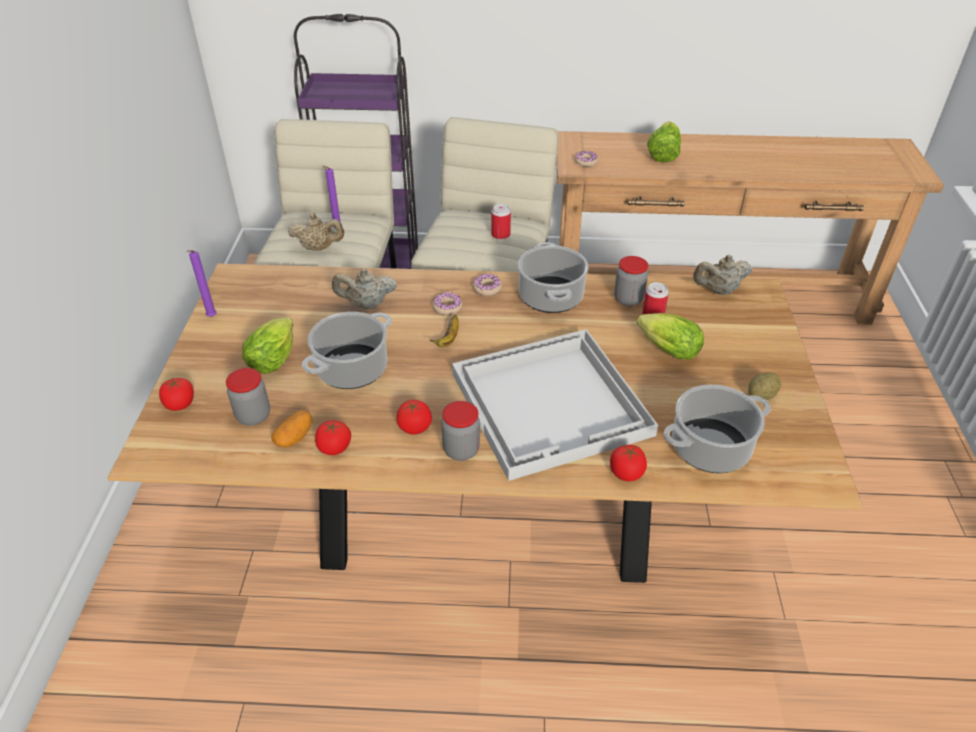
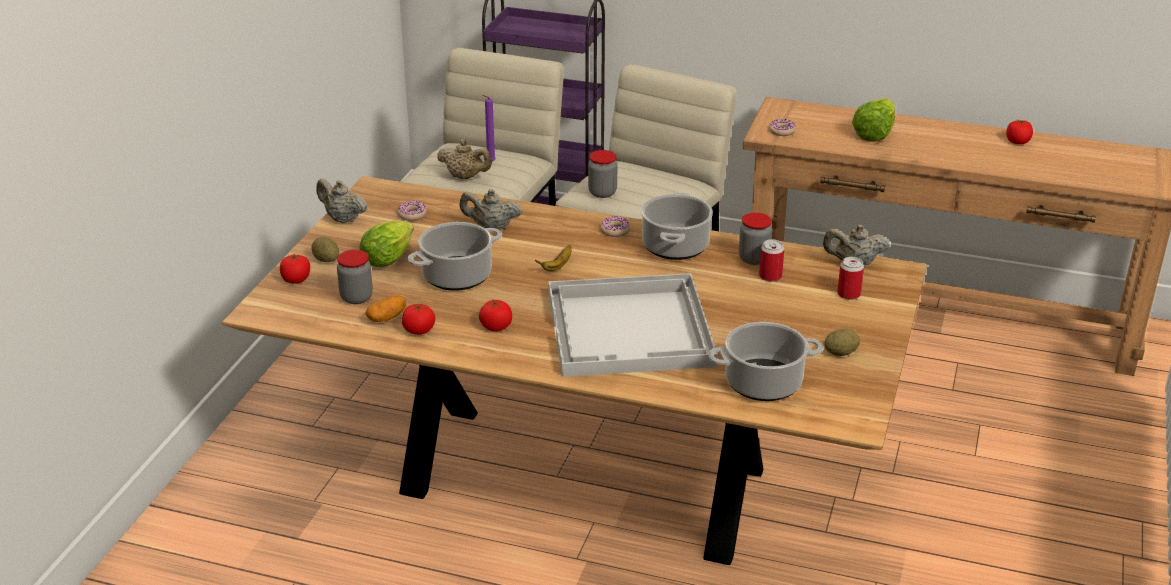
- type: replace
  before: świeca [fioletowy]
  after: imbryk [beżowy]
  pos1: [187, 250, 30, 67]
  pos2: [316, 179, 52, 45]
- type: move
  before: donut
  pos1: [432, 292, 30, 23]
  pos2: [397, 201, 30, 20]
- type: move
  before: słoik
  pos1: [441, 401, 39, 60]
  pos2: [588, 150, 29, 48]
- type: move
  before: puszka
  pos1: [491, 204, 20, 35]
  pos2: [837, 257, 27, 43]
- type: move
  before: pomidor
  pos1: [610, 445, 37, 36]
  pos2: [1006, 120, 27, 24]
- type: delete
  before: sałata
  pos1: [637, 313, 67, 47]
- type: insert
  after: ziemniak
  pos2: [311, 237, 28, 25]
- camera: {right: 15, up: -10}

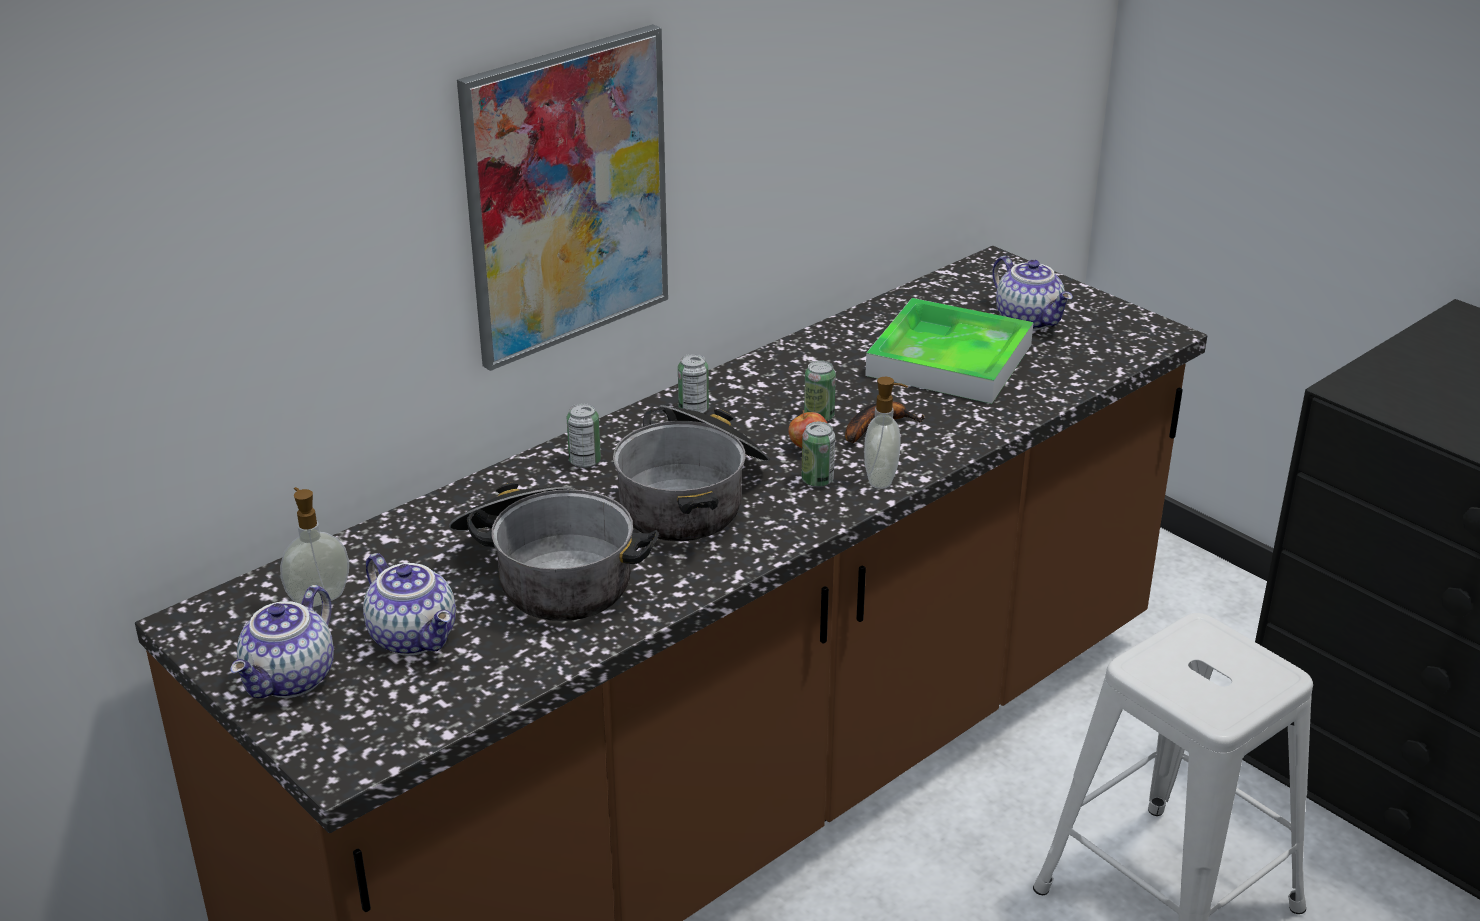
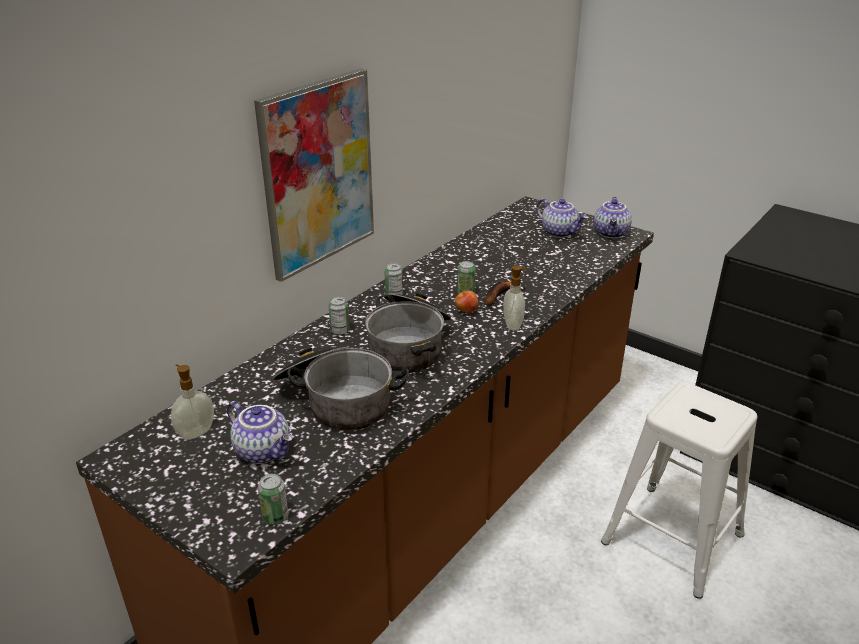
- type: move
  before: imbryk
  pos1: [231, 585, 103, 113]
  pos2: [594, 197, 38, 41]
- type: move
  before: puszka
  pos1: [802, 422, 33, 65]
  pos2: [258, 474, 30, 51]
- type: delete
  before: taca
  pos1: [865, 298, 169, 106]
- camera: {right: -10, up: 0}

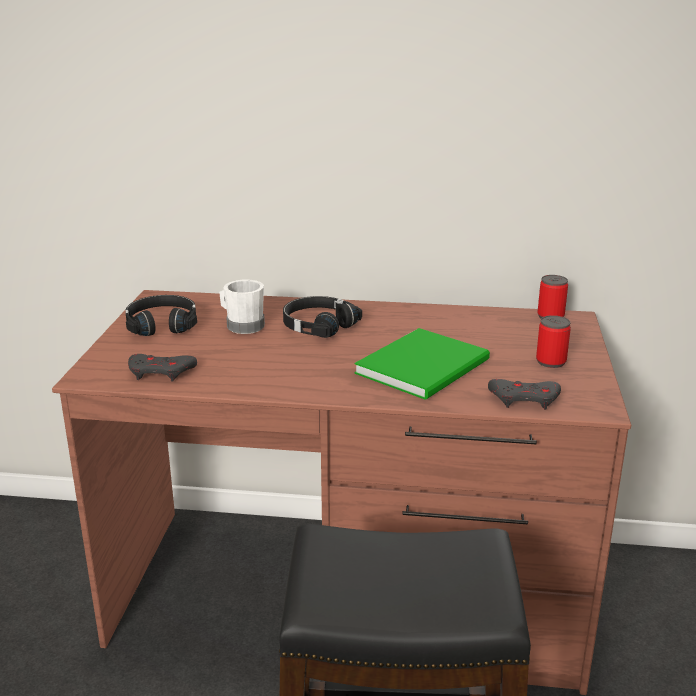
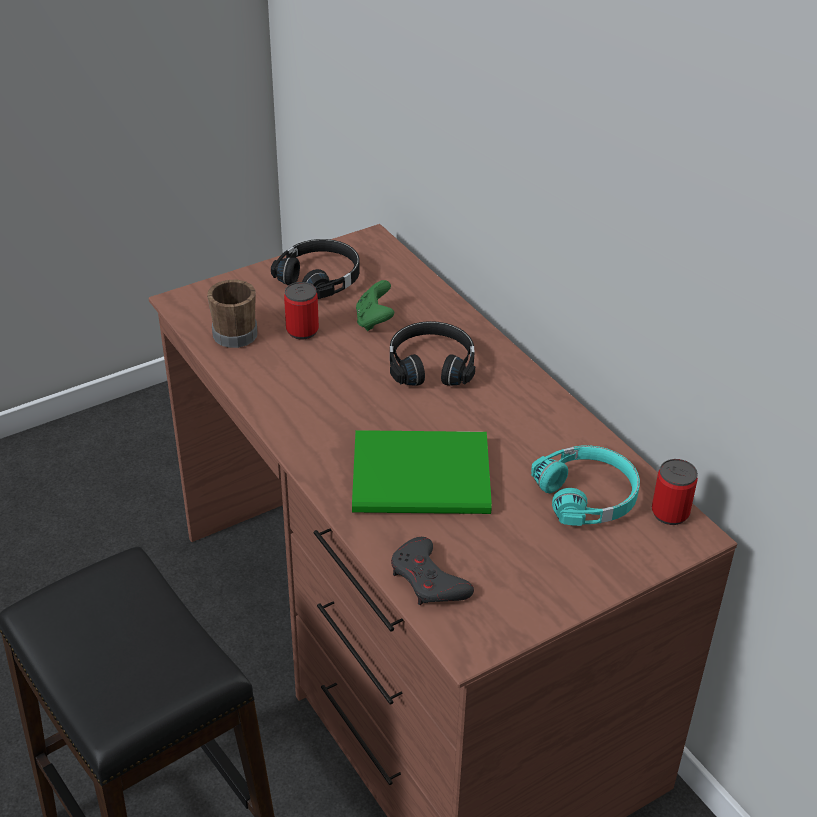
- type: replace
  before: pad do gier [szary]
  after: kubek [brązowy]
  pos1: [128, 354, 69, 28]
  pos2: [207, 280, 51, 68]
- type: replace
  before: kubek [biały]
  after: pad do gier [zielony]
  pos1: [219, 280, 46, 54]
  pos2: [356, 280, 38, 51]
- type: move
  before: puszka
  pos1: [536, 315, 35, 53]
  pos2: [284, 282, 35, 57]
- type: insert
  after: słuchawki [turkusowy]
  pos2: [531, 445, 109, 81]
- camera: {right: 50, up: 15}

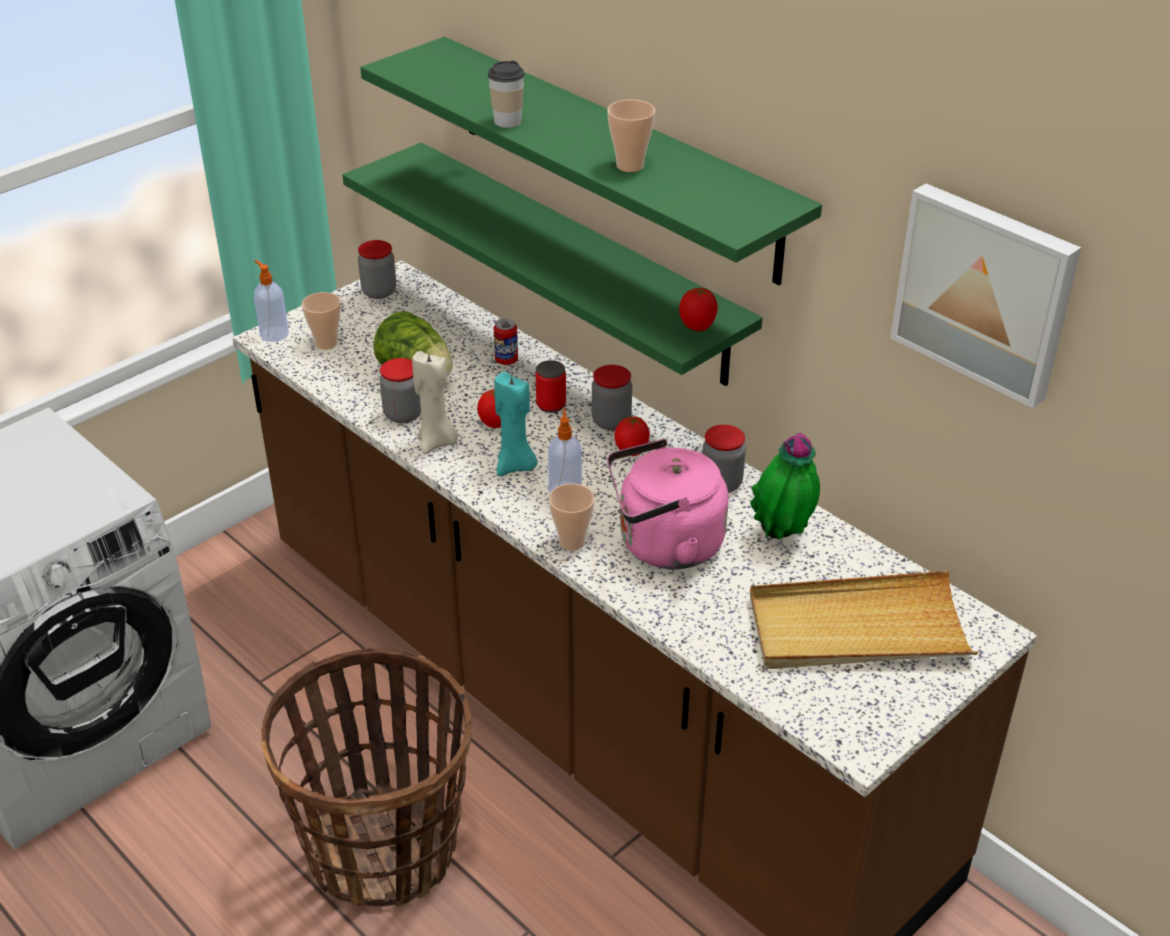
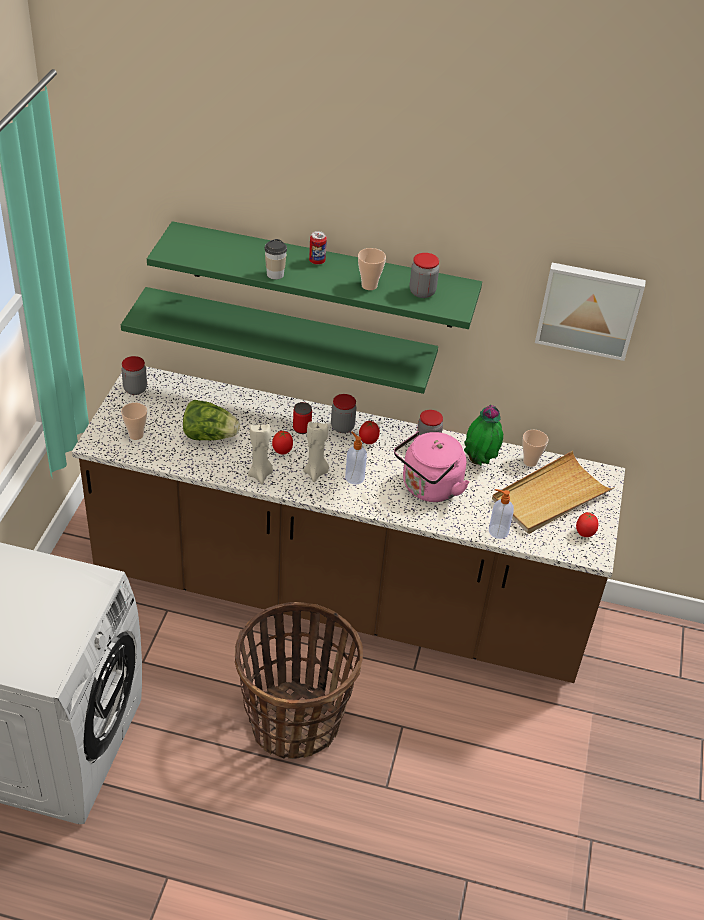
- type: move
  before: dozownik mydła
  pos1: [254, 260, 35, 82]
  pos2: [489, 489, 25, 50]
- type: move
  before: słoik
  pos1: [380, 358, 41, 65]
  pos2: [410, 253, 29, 45]
- type: move
  before: puszka
  pos1: [494, 318, 24, 47]
  pos2: [309, 231, 18, 34]
- type: recolor
  before: świeca [turkusowy]
  after: świeca [beżowy]
  pos1: [494, 372, 44, 104]
  pos2: [303, 421, 26, 61]
- type: move
  before: filiżanka
  pos1: [549, 484, 46, 67]
  pos2: [522, 430, 26, 37]
- type: move
  before: pomidor
  pos1: [679, 288, 39, 43]
  pos2: [576, 512, 22, 25]
- camera: {right: -35, up: 5}

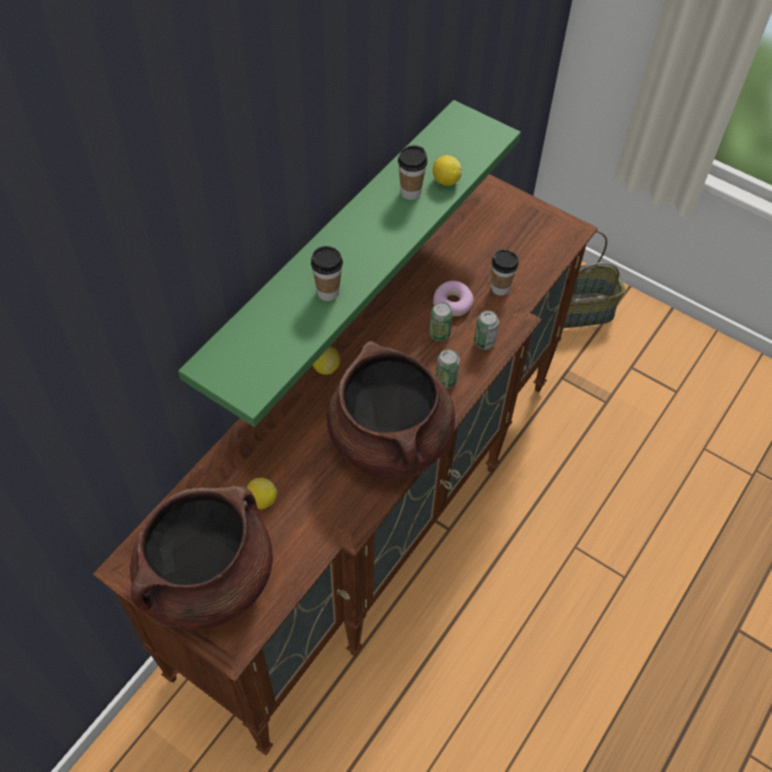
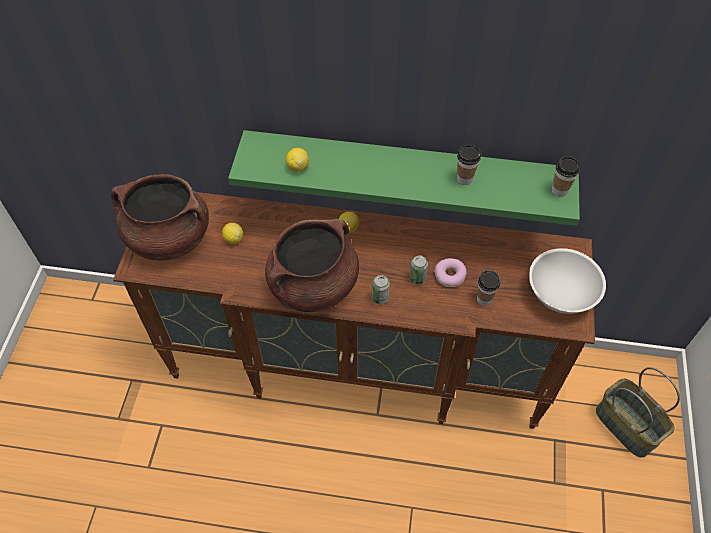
- type: move
  before: filiżanka
  pos1: [311, 246, 32, 55]
  pos2: [552, 156, 28, 41]
- type: move
  before: cytryna
  pos1: [433, 155, 29, 31]
  pos2: [286, 148, 23, 24]
- type: delete
  before: puszka
  pos1: [474, 310, 25, 40]
- type: insert
  after: miska [biały]
  pos2: [529, 248, 77, 66]
- camera: {right: 65, up: 0}

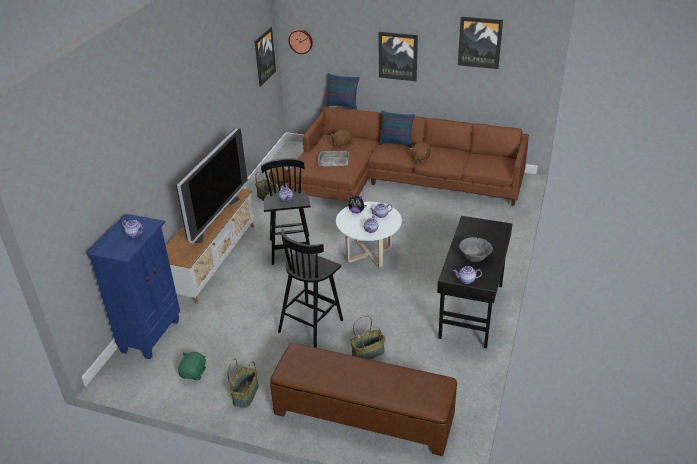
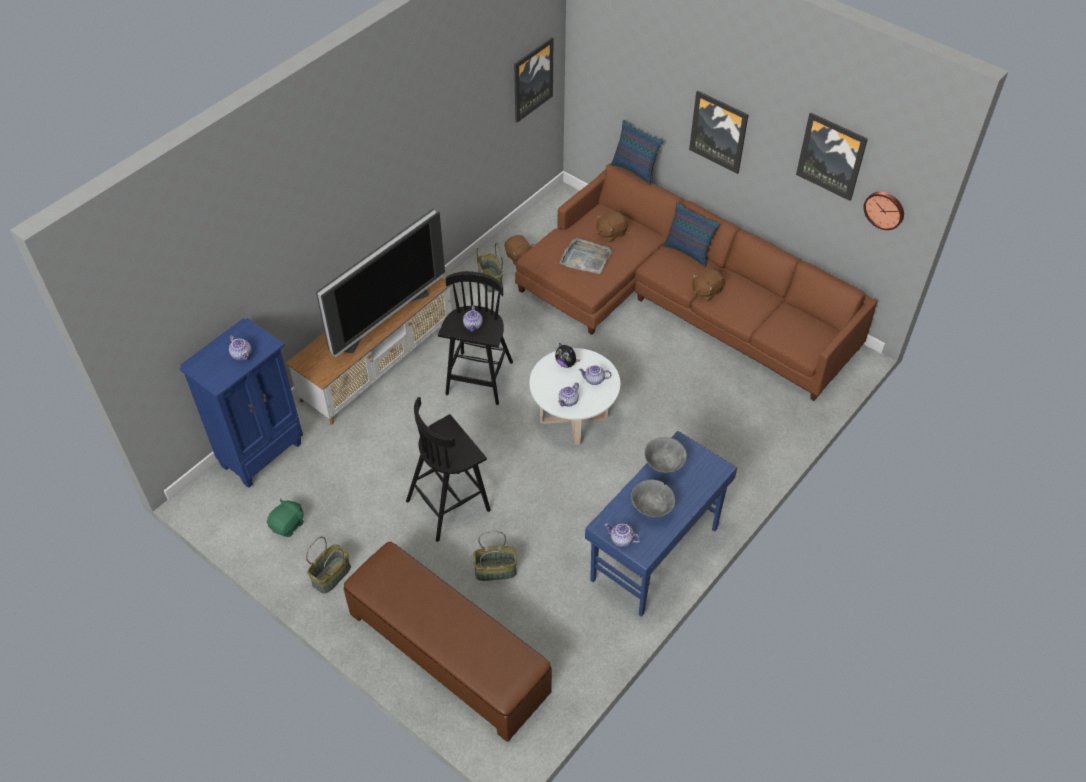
- type: move
  before: zegar ścienny
  pos1: [289, 29, 24, 25]
  pos2: [864, 192, 40, 38]
- type: recolor
  before: stolik konsolowy [czarny]
  after: stolik konsolowy [niebieski]
  pos1: [437, 216, 76, 132]
  pos2: [585, 431, 152, 186]
- type: insert
  after: miska [szary]
  pos2: [644, 437, 43, 36]
- camera: {right: 20, up: 15}

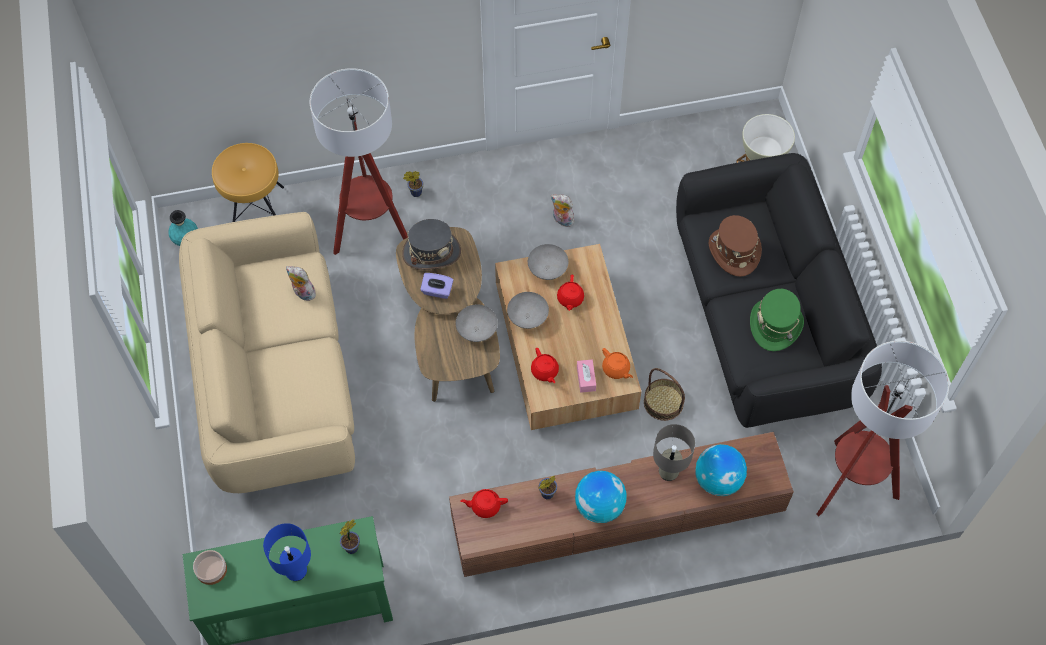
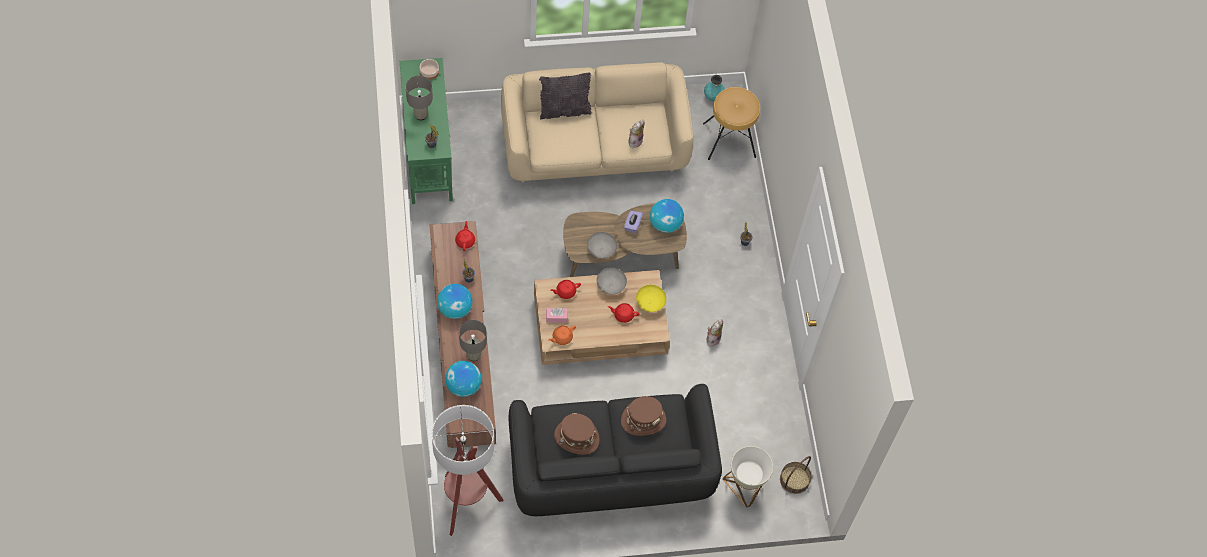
- type: recolor
  before: lampa stołowa [niebieski]
  after: lampa stołowa [szary]
  pos1: [263, 523, 48, 58]
  pos2: [406, 76, 27, 44]
- type: delete
  before: lampa stojąca
  pos1: [310, 68, 98, 187]
- type: replace
  before: kapelusz [szary]
  after: globus
  pos1: [402, 219, 59, 51]
  pos2: [650, 199, 34, 34]
- type: recolor
  before: miska [szary]
  after: miska [żółty]
  pos1: [528, 244, 41, 36]
  pos2: [636, 285, 30, 27]
- type: move
  before: koszyk
  pos1: [644, 368, 41, 53]
  pos2: [780, 456, 31, 38]
- type: recolor
  before: kapelusz [zielony]
  after: kapelusz [brązowy]
  pos1: [750, 289, 54, 62]
  pos2: [554, 413, 46, 42]
- type: insert
  after: poduszka [czarny]
  pos2: [539, 73, 52, 46]
- camera: {right: 90, up: 0}

